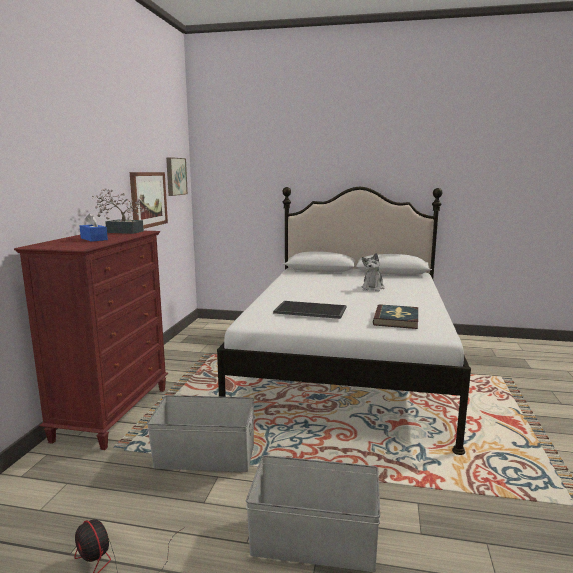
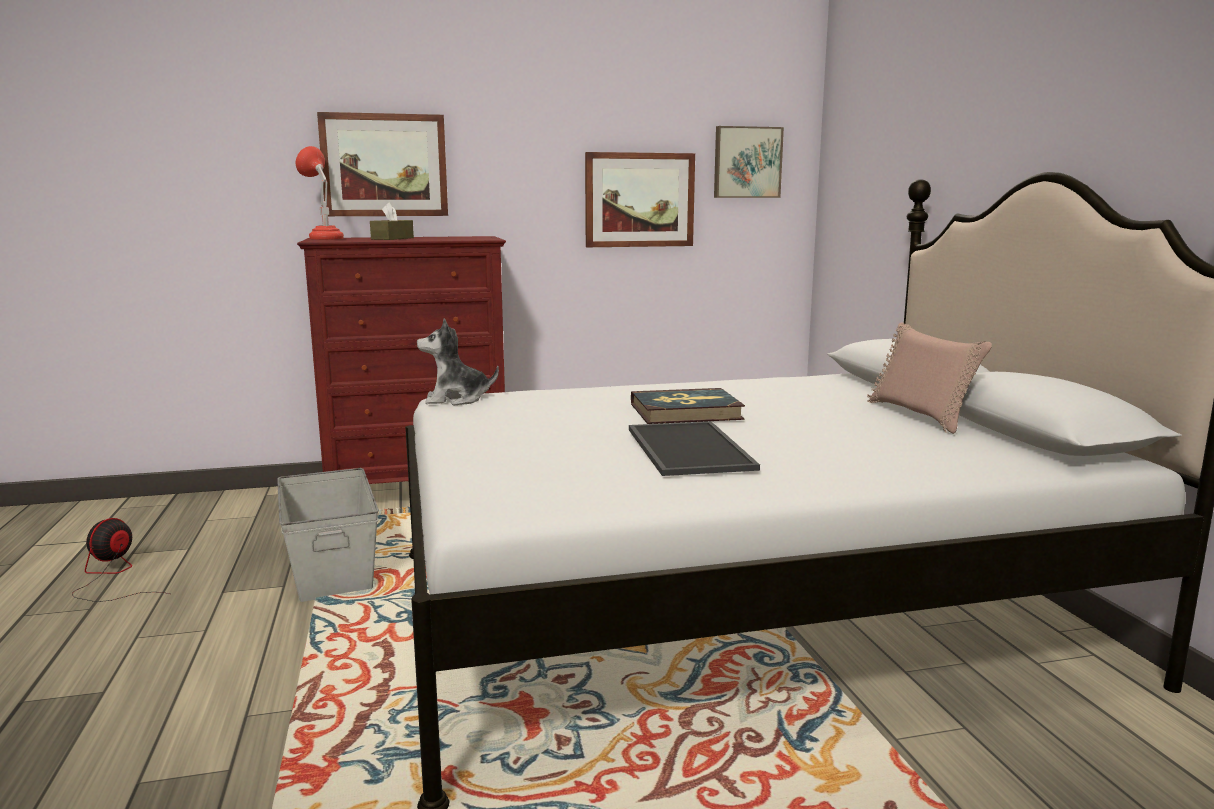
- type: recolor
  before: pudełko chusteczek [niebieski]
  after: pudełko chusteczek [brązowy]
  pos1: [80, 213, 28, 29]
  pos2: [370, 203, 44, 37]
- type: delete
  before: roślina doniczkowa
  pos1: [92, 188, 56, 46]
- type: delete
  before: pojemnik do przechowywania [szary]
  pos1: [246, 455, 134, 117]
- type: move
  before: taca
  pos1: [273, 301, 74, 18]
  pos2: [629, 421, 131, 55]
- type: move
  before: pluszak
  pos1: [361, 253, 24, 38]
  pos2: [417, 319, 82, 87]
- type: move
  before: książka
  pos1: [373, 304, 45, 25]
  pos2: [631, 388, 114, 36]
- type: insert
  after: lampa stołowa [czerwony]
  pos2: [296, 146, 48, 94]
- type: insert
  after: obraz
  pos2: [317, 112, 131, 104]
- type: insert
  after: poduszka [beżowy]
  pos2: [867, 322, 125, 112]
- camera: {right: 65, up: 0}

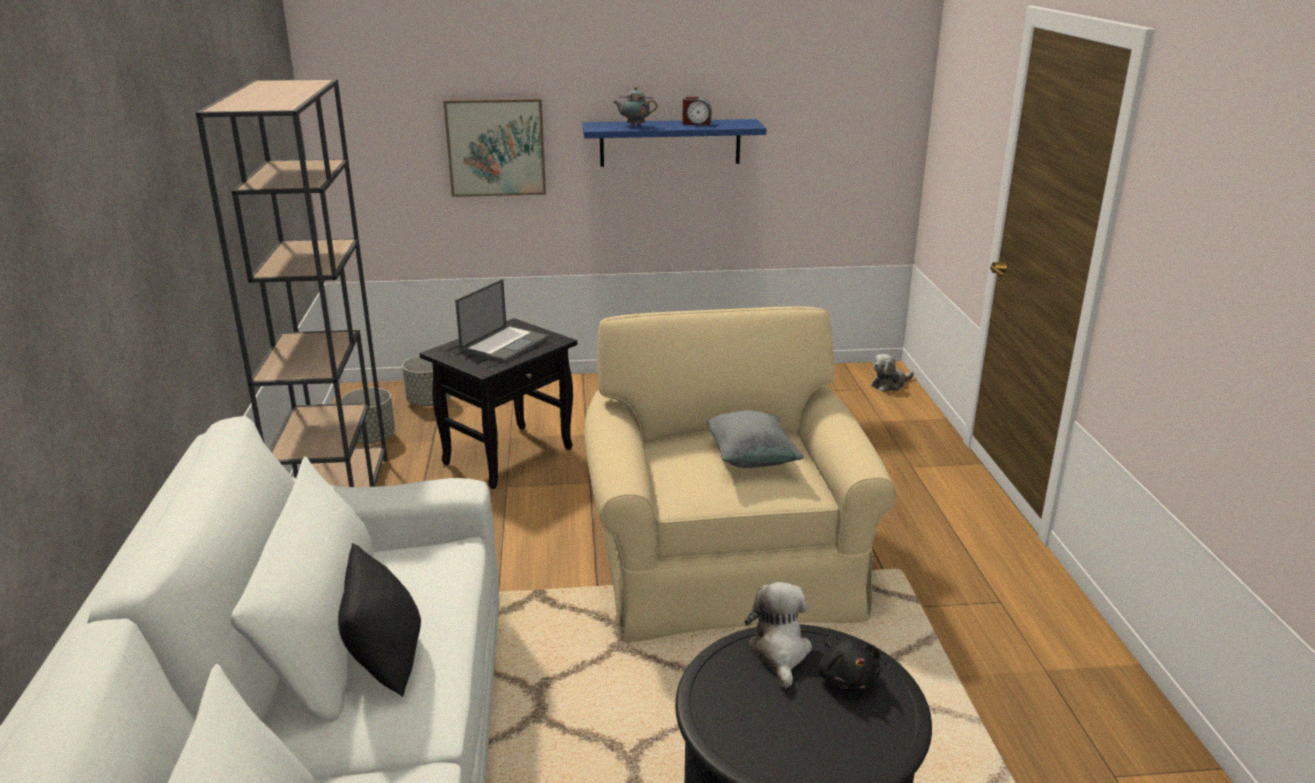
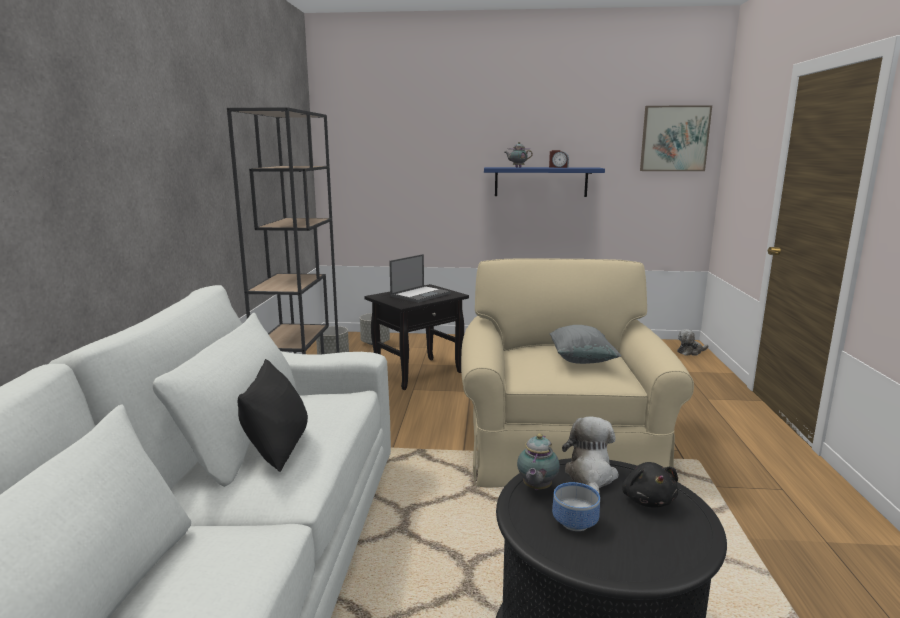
- type: move
  before: obraz
  pos1: [443, 98, 103, 99]
  pos2: [640, 105, 72, 66]
- type: insert
  after: imbryk
  pos2: [517, 433, 43, 57]
- type: insert
  after: miska
  pos2: [552, 482, 48, 49]
- camera: {right: 10, up: -10}

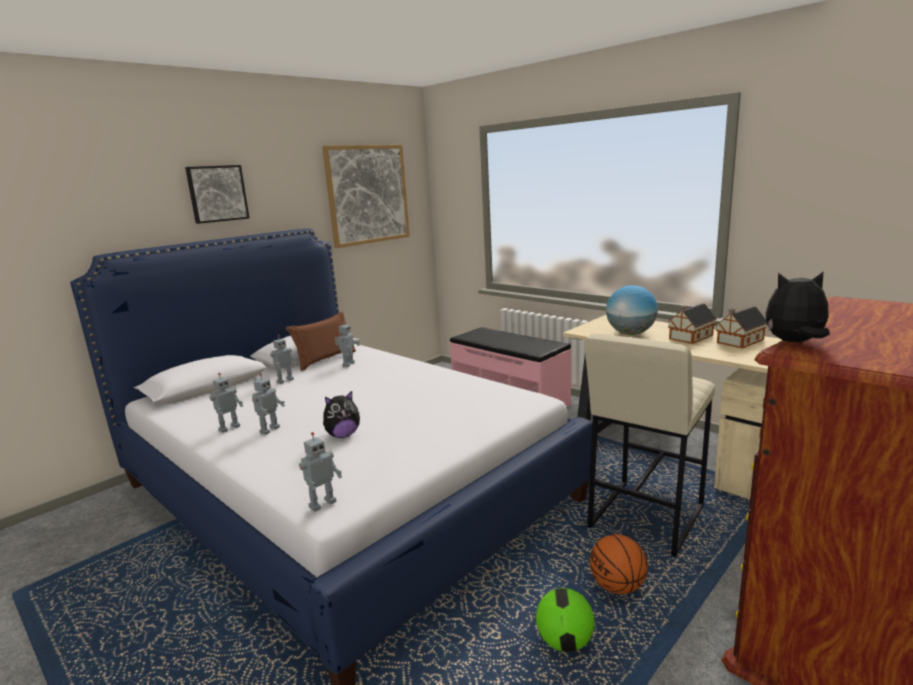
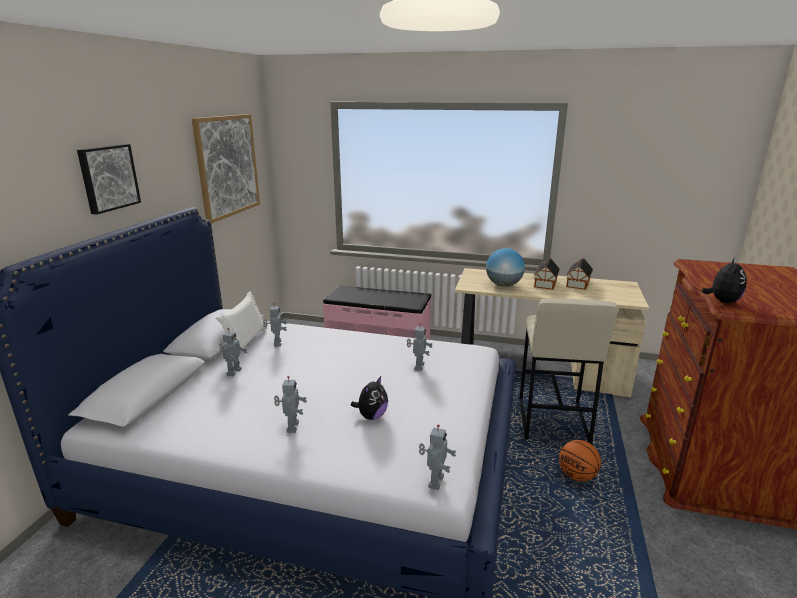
- type: move
  before: robot zabawkowy
  pos1: [210, 373, 33, 60]
  pos2: [407, 323, 25, 48]
- type: recolor
  before: poduszka [brązowy]
  after: poduszka [biały]
  pos1: [286, 312, 70, 59]
  pos2: [216, 292, 51, 65]
- type: delete
  before: piłka futbolowa
  pos1: [536, 588, 59, 64]
- type: rotate
  before: pluszak
  pos1: [765, 271, 65, 71]
  pos2: [702, 258, 45, 45]
  turn: 135
- camera: {right: -30, up: 5}

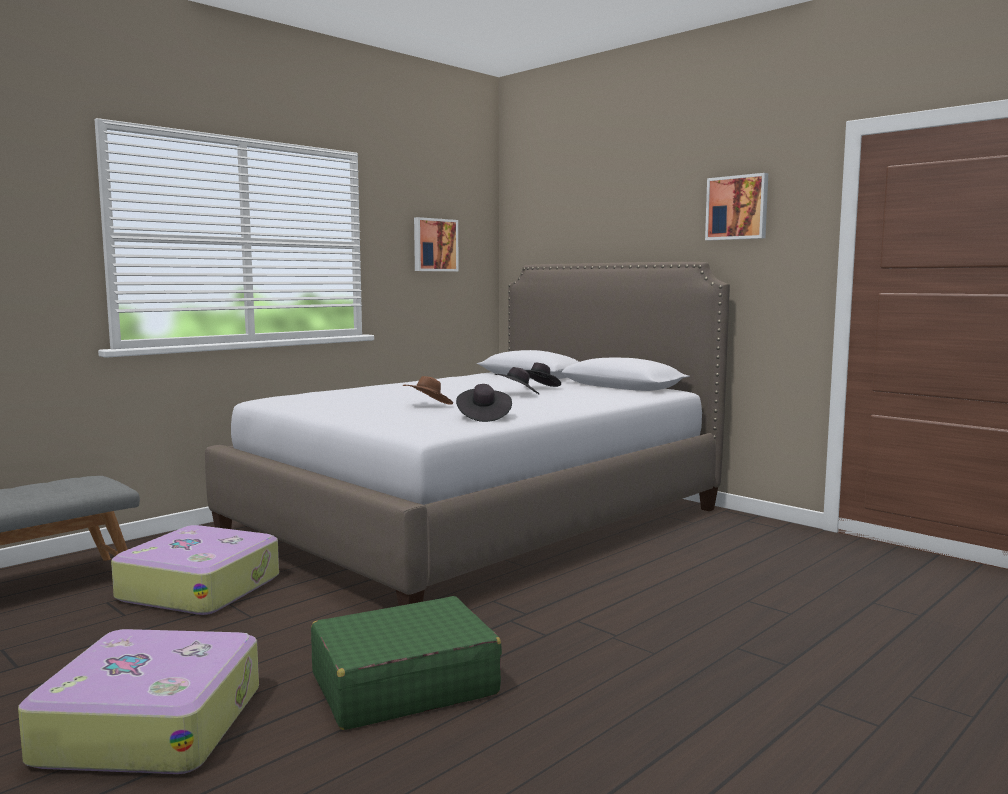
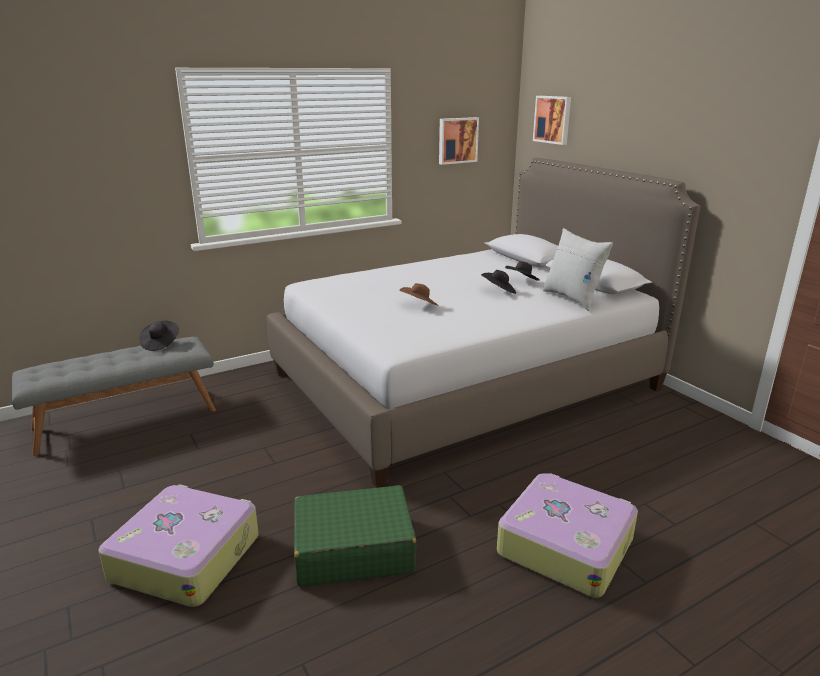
- type: move
  before: walizka
  pos1: [111, 525, 168, 90]
  pos2: [497, 473, 141, 125]
- type: move
  before: kapelusz [czarny]
  pos1: [456, 384, 56, 38]
  pos2: [140, 321, 39, 30]
- type: move
  before: obraz
  pos1: [705, 173, 63, 67]
  pos2: [533, 96, 38, 49]
- type: insert
  after: poduszka [szary]
  pos2: [543, 228, 70, 83]
- camera: {right: 15, up: 15}

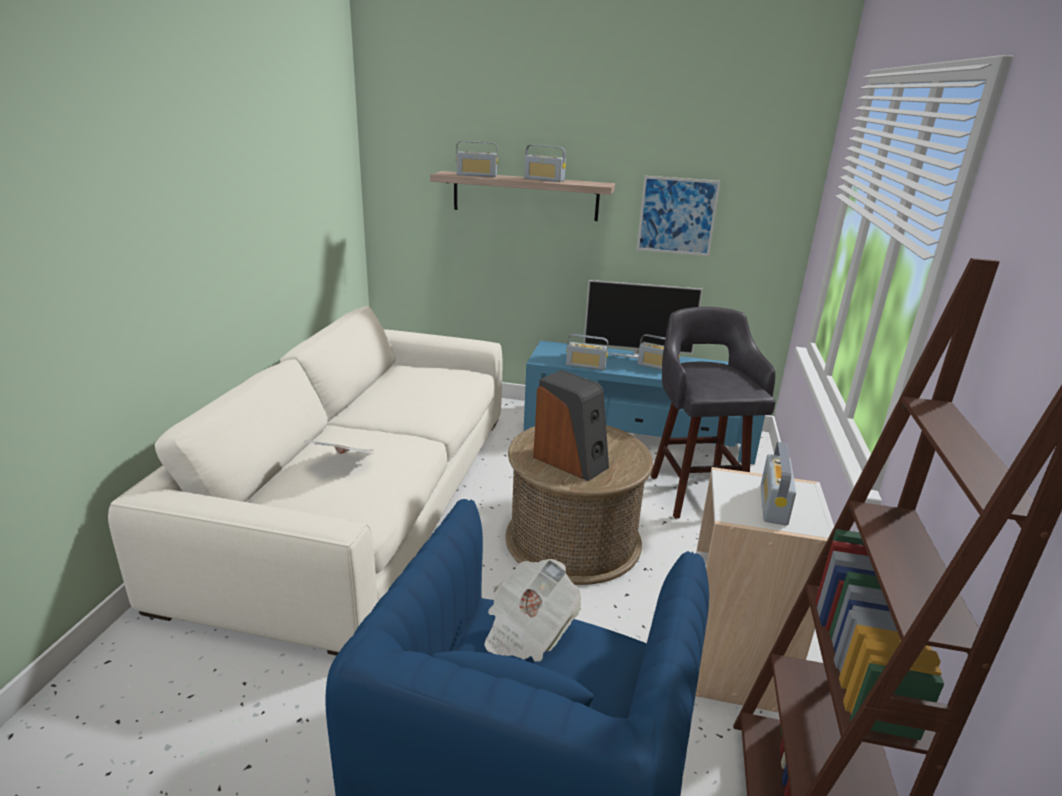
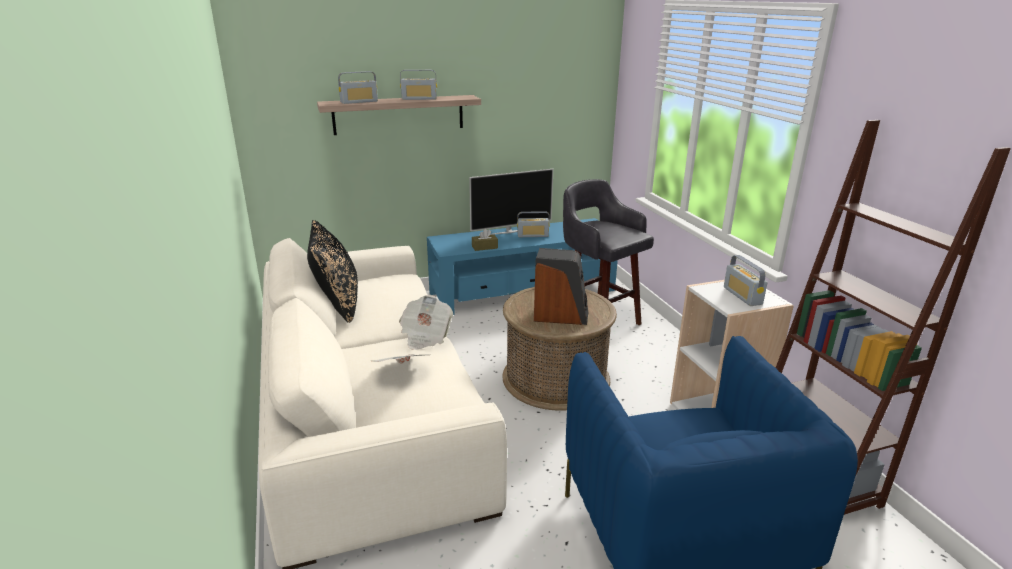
- type: move
  before: gazeta
  pos1: [485, 559, 96, 103]
  pos2: [399, 295, 54, 55]
- type: replace
  before: radio
  after: pudełko chusteczek [brązowy]
  pos1: [566, 334, 42, 36]
  pos2: [472, 229, 26, 22]
- type: delete
  before: obraz
  pos1: [637, 176, 84, 80]
- type: insert
  after: poduszka [czarny]
  pos2: [307, 220, 51, 103]
- camera: {right: -30, up: 0}

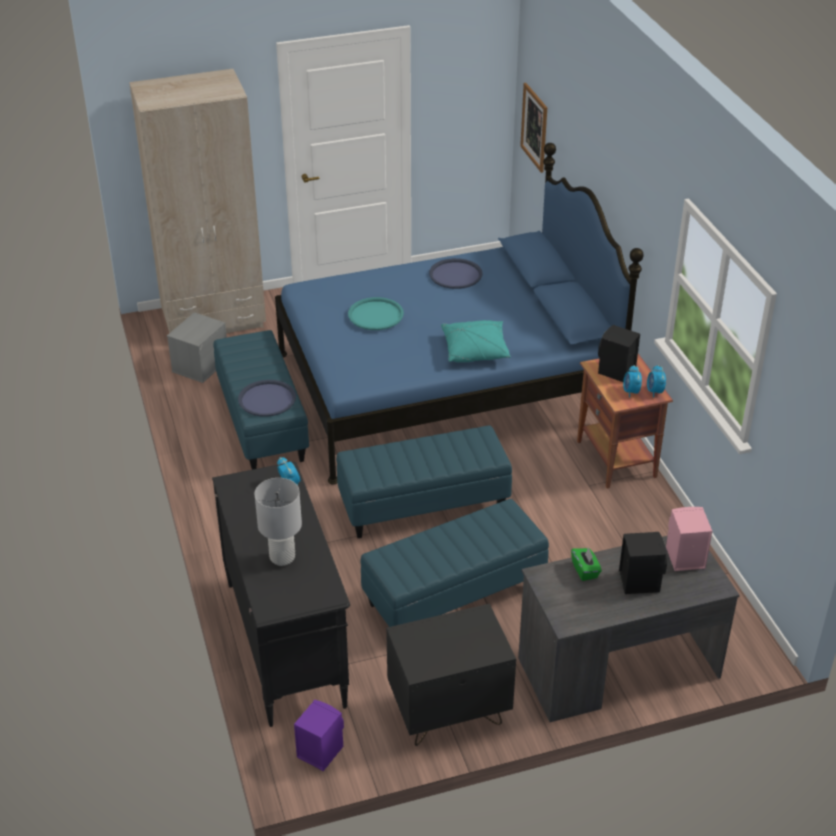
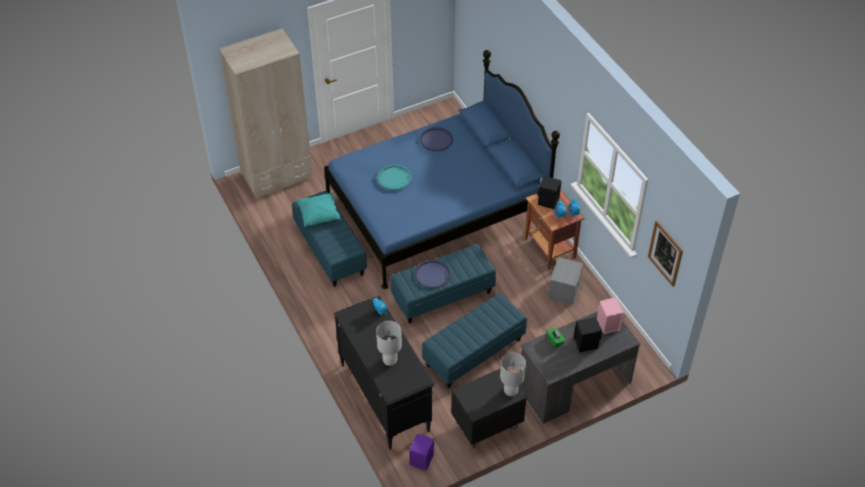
- type: move
  before: pojemnik do przechowywania [szary]
  pos1: [167, 312, 60, 71]
  pos2: [548, 257, 35, 48]
- type: move
  before: taca [niebieski]
  pos1: [238, 380, 58, 37]
  pos2: [414, 260, 37, 29]
- type: move
  before: poduszka [turkusowy]
  pos1: [441, 320, 70, 42]
  pos2: [296, 193, 45, 34]
- type: move
  before: obraz
  pos1: [520, 83, 27, 90]
  pos2: [648, 221, 35, 66]
- type: insert
  after: lampa stołowa [szary]
  pos2: [500, 352, 26, 44]
- camera: {right: -10, up: 10}

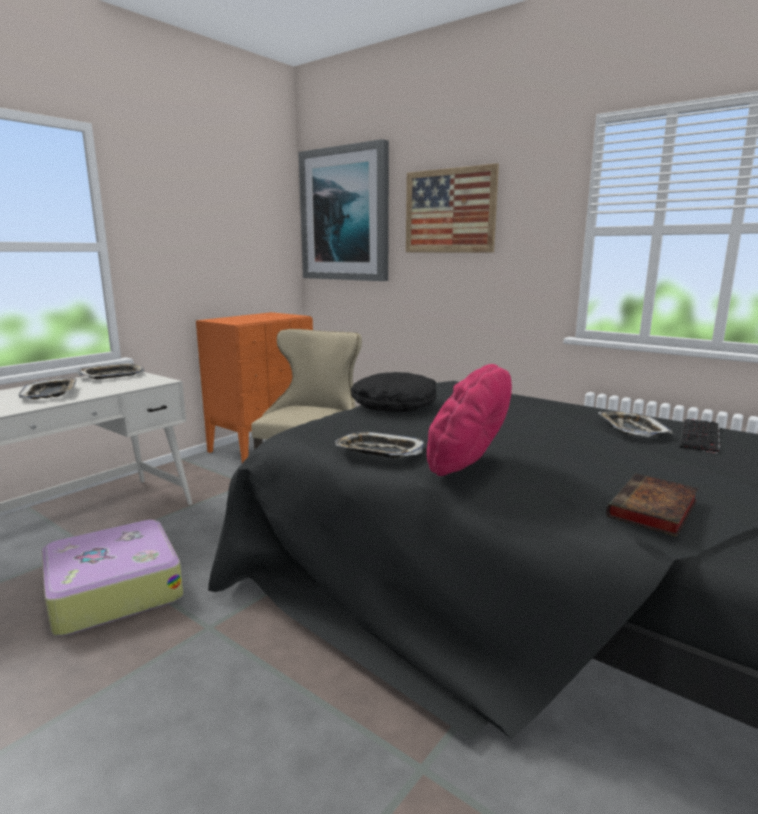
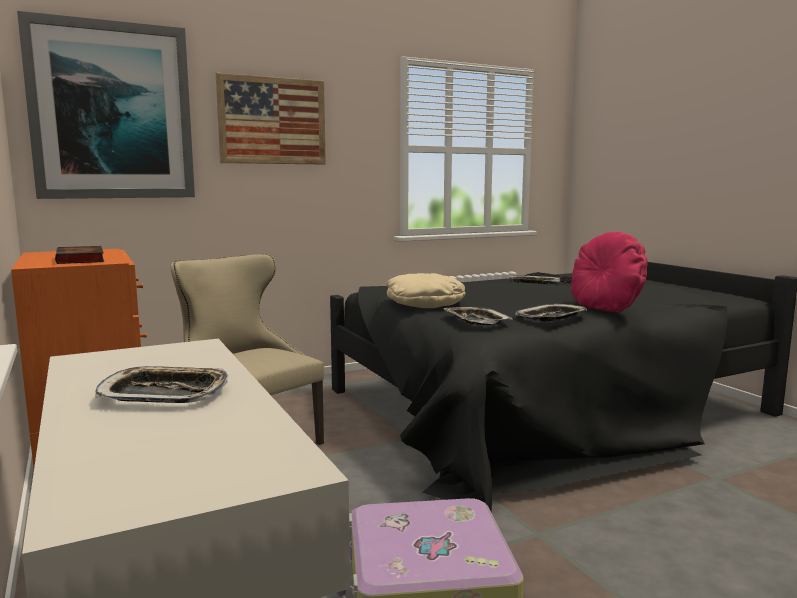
- type: move
  before: taca
  pos1: [77, 363, 67, 16]
  pos2: [443, 307, 70, 18]
- type: recolor
  before: poduszka [czarny]
  after: poduszka [beżowy]
  pos1: [351, 372, 85, 40]
  pos2: [386, 273, 80, 35]
- type: move
  before: książka
  pos1: [606, 474, 93, 63]
  pos2: [55, 246, 49, 18]
- camera: {right: -65, up: -5}

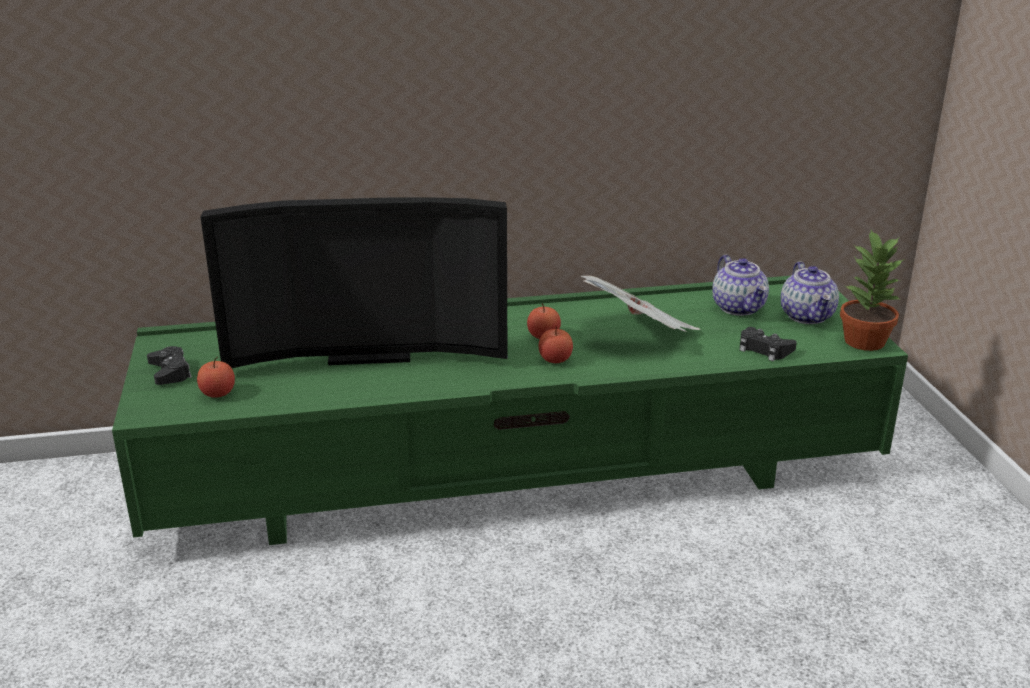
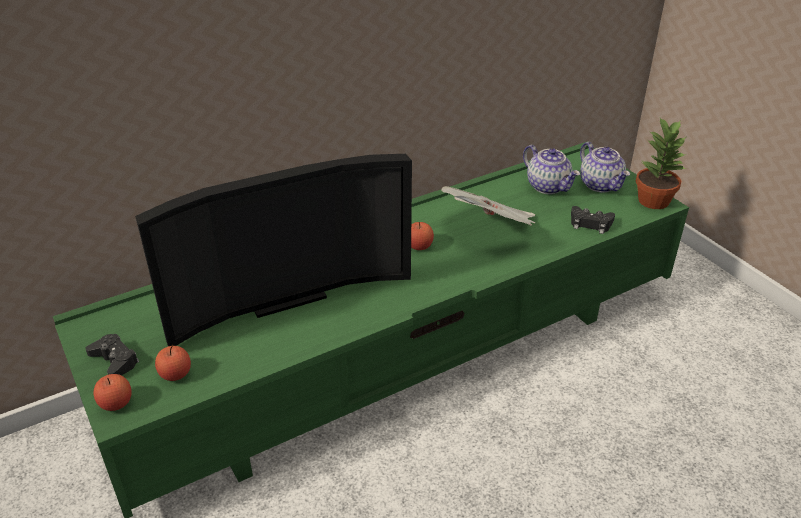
- type: move
  before: jabłko
  pos1: [539, 326, 34, 37]
  pos2: [94, 374, 38, 37]
- camera: {right: -20, up: 10}

